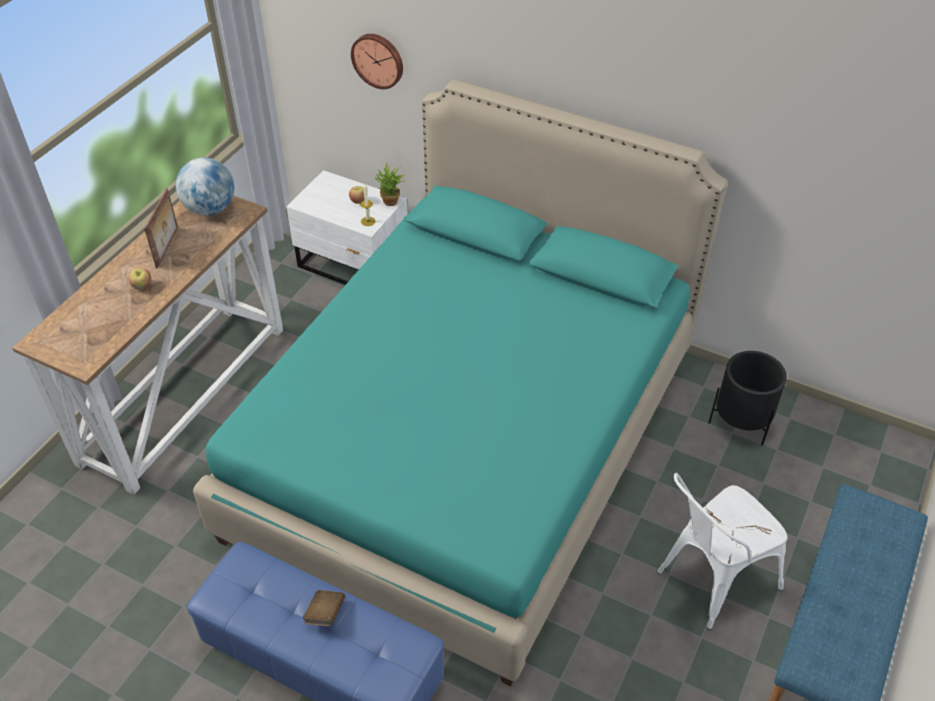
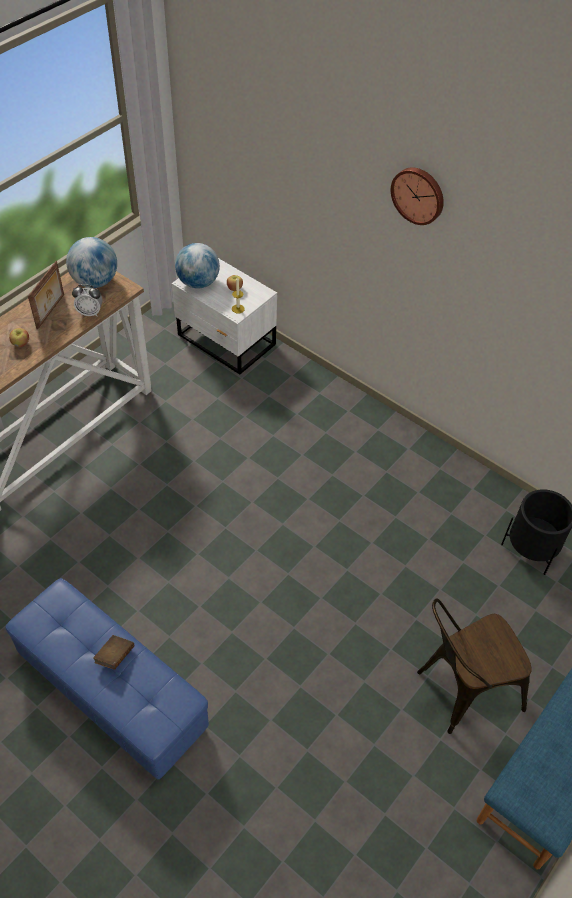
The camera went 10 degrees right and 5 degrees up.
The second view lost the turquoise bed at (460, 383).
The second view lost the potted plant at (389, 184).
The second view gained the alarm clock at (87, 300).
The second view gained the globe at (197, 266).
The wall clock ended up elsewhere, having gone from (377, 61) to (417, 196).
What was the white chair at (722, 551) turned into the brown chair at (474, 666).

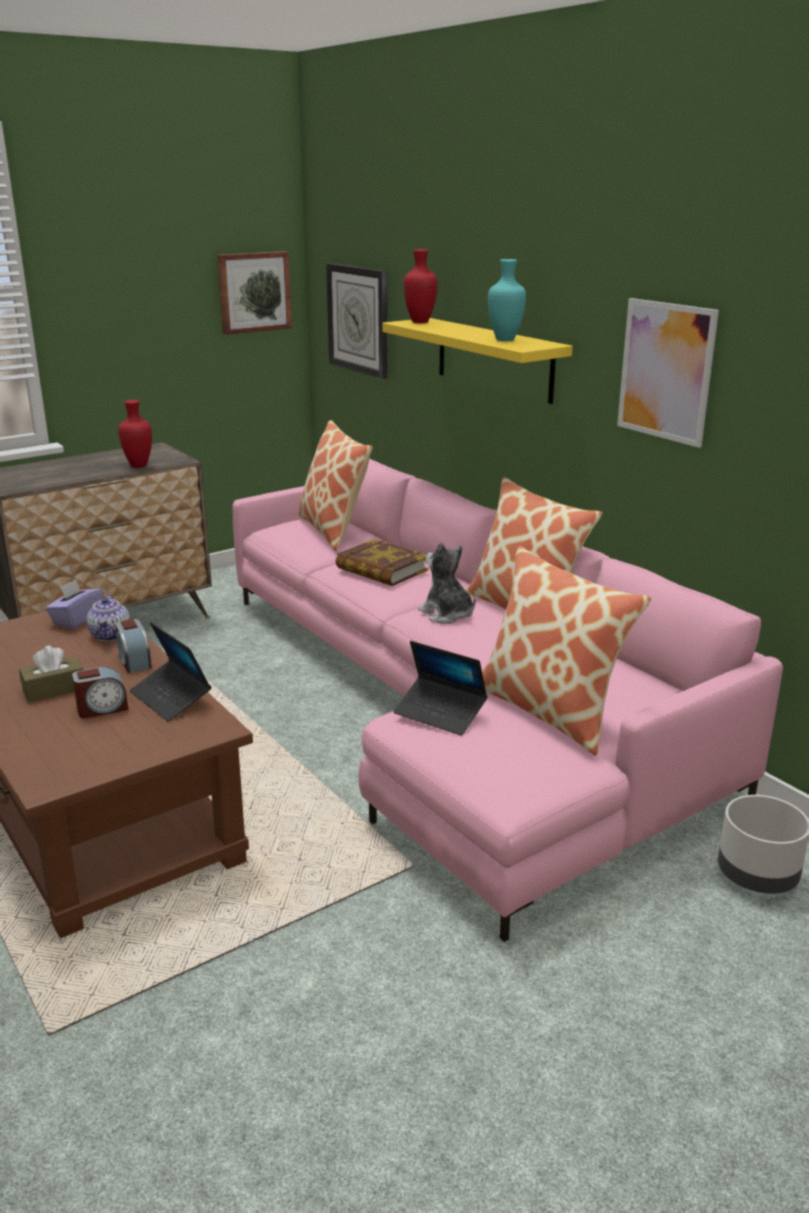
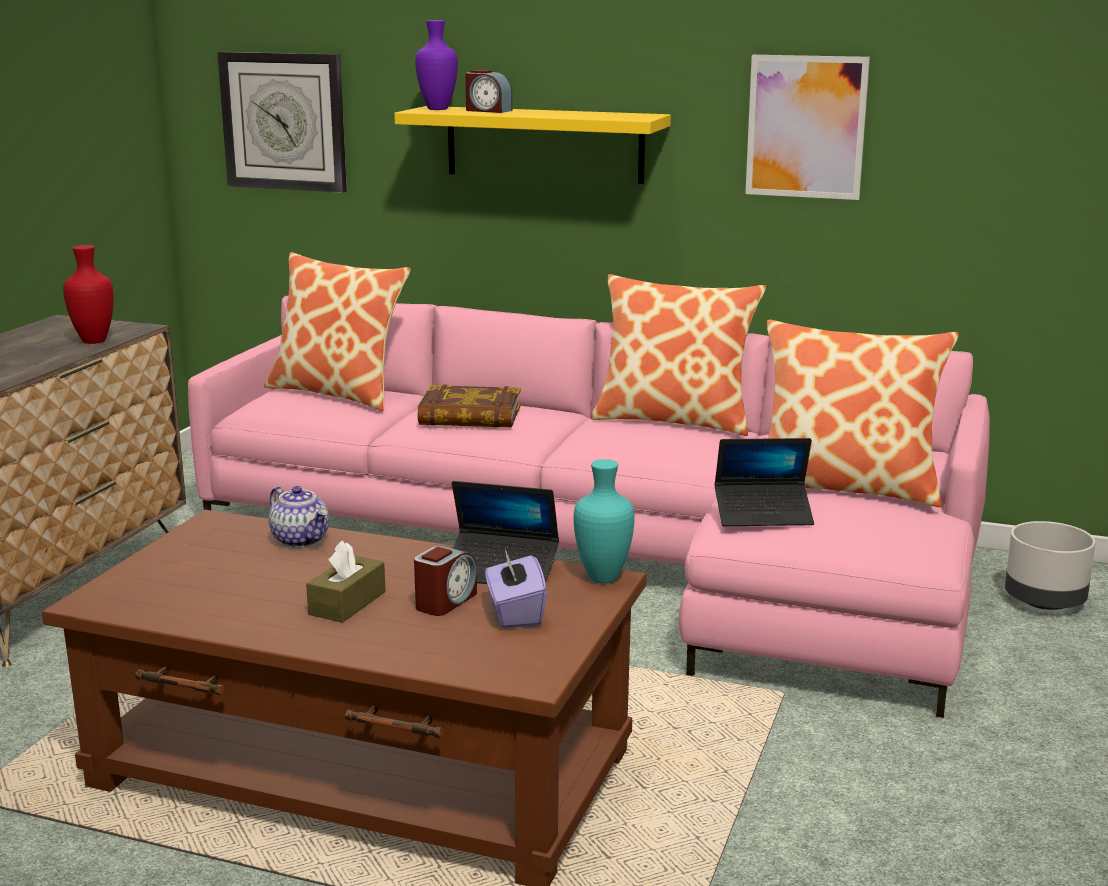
The camera went 35 degrees left and 5 degrees down.
The second view lost the picture at (254, 293).
The second view lost the plush toy at (447, 583).
The purple tissue box ended up elsewhere, having gone from (74, 604) to (516, 588).
The alarm clock ended up elsewhere, having gone from (133, 646) to (488, 91).
The turquoise vase ended up elsewhere, having gone from (507, 300) to (604, 521).
What was the red vase at (420, 286) turned into the purple vase at (436, 65).

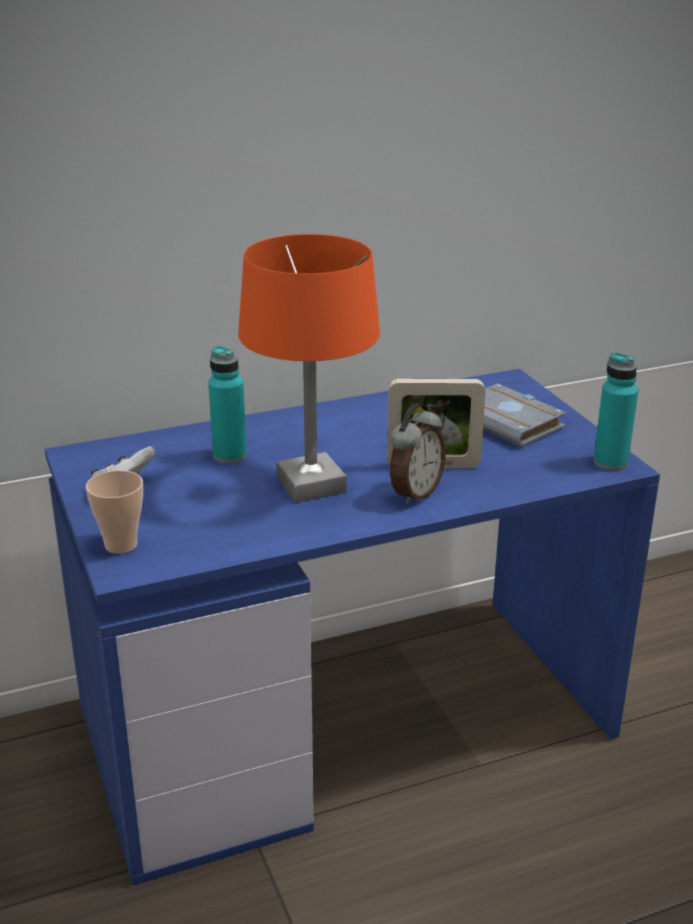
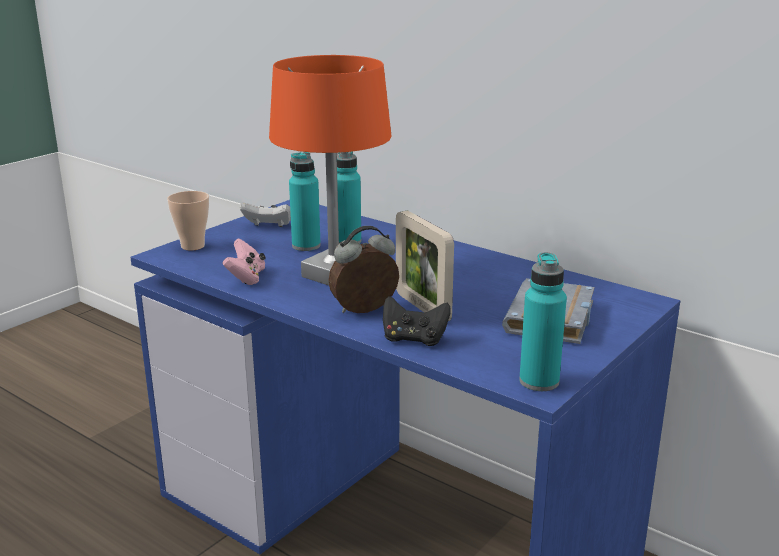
The camera went 60 degrees right and 5 degrees down.
The second view gained the pink game controller at (244, 262).
The second view gained the turquoise bottle at (305, 201).
The second view gained the black game controller at (417, 321).
The alarm clock at (418, 454) ended up facing another way, 150 degrees clockwise from before.

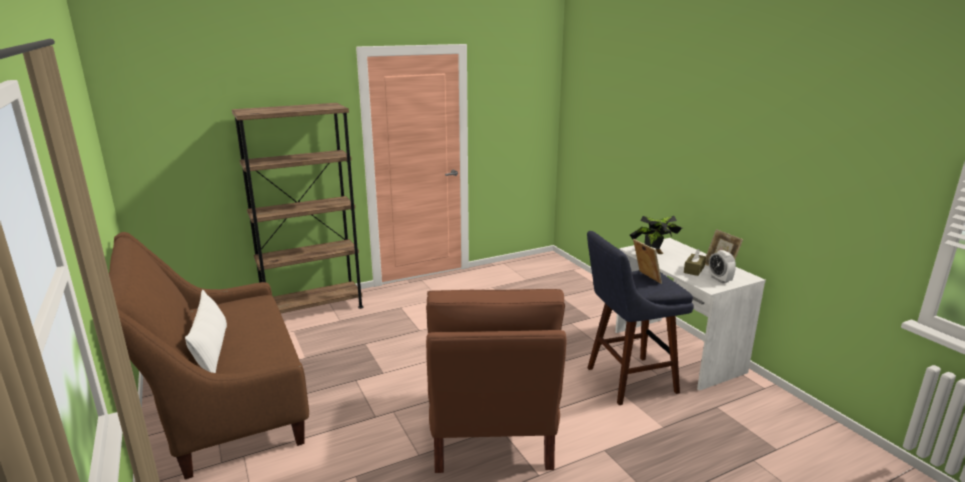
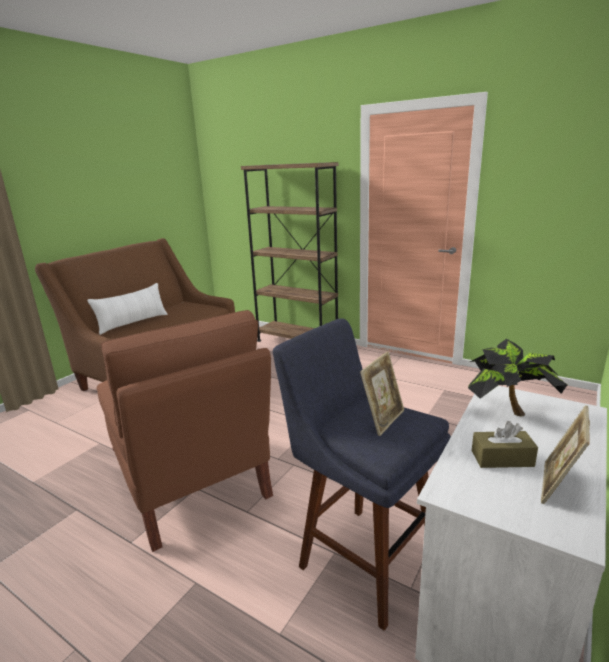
The camera went 60 degrees right and 0 degrees up.
The second view lost the alarm clock at (722, 266).
The brown armchair at (496, 381) ended up facing another way, 90 degrees counterclockwise from before.

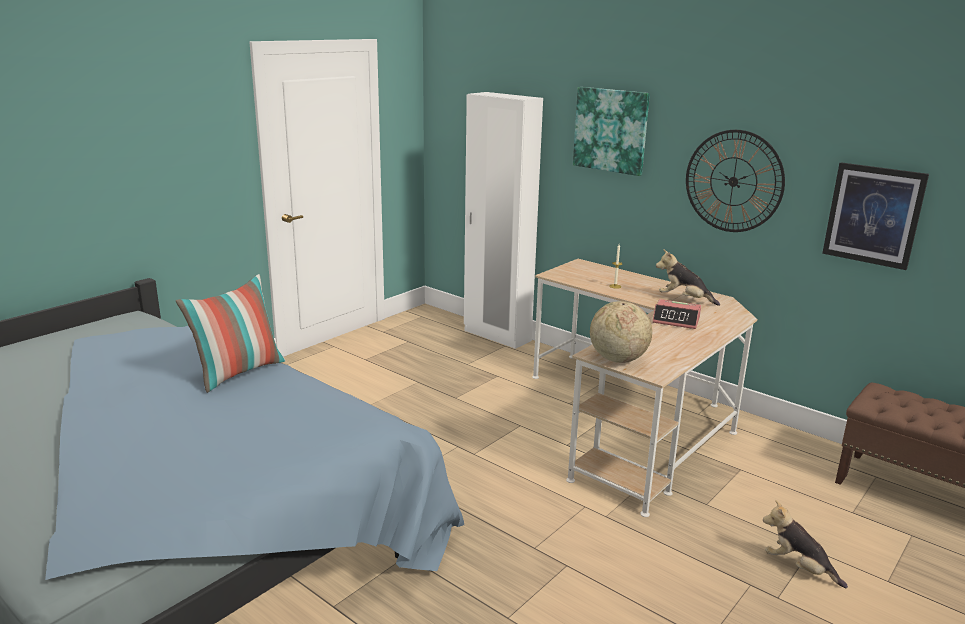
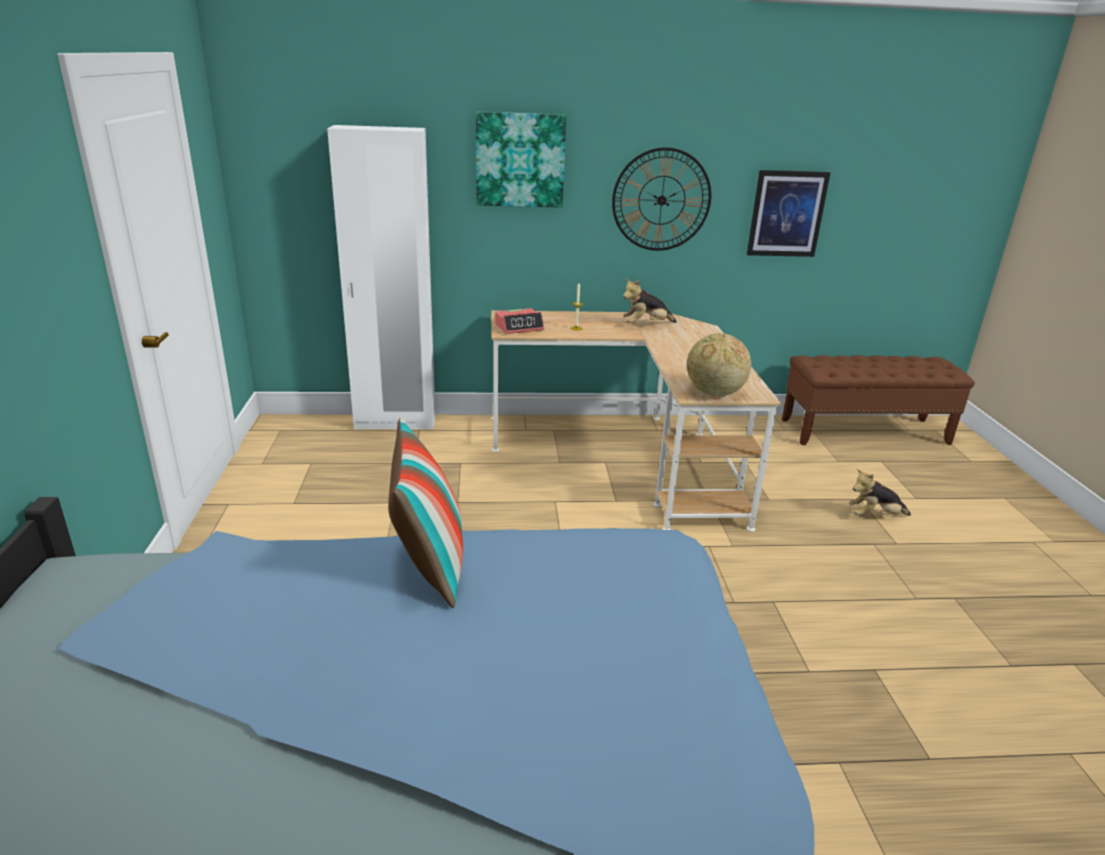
The camera went 45 degrees left and 5 degrees up.
The alarm clock ended up elsewhere, having gone from (676, 314) to (519, 321).

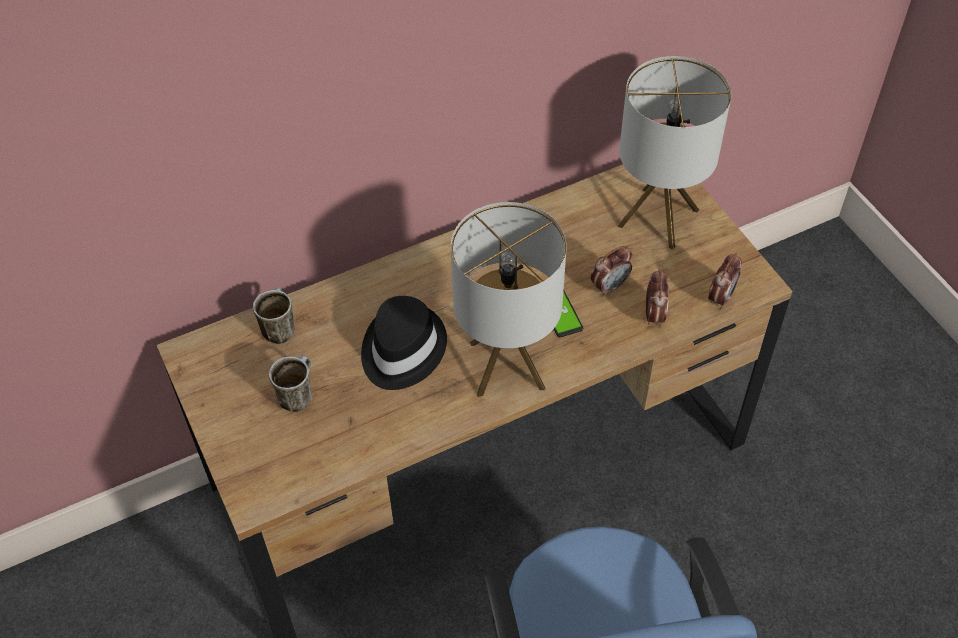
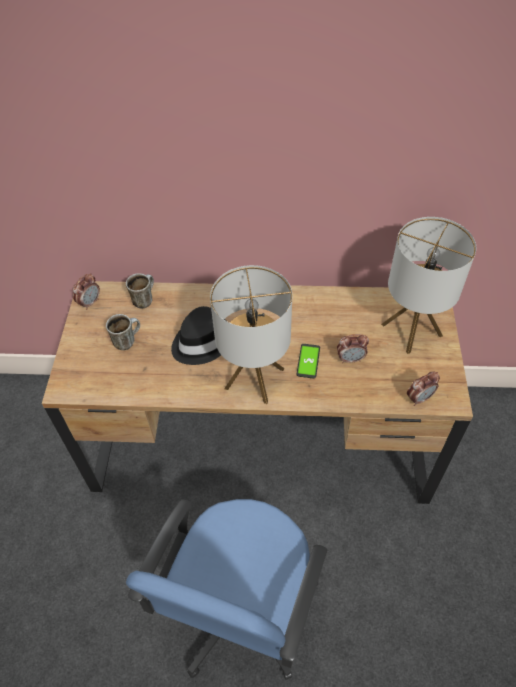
The camera went 30 degrees right and 0 degrees up.
The alarm clock ended up elsewhere, having gone from (657, 298) to (86, 291).

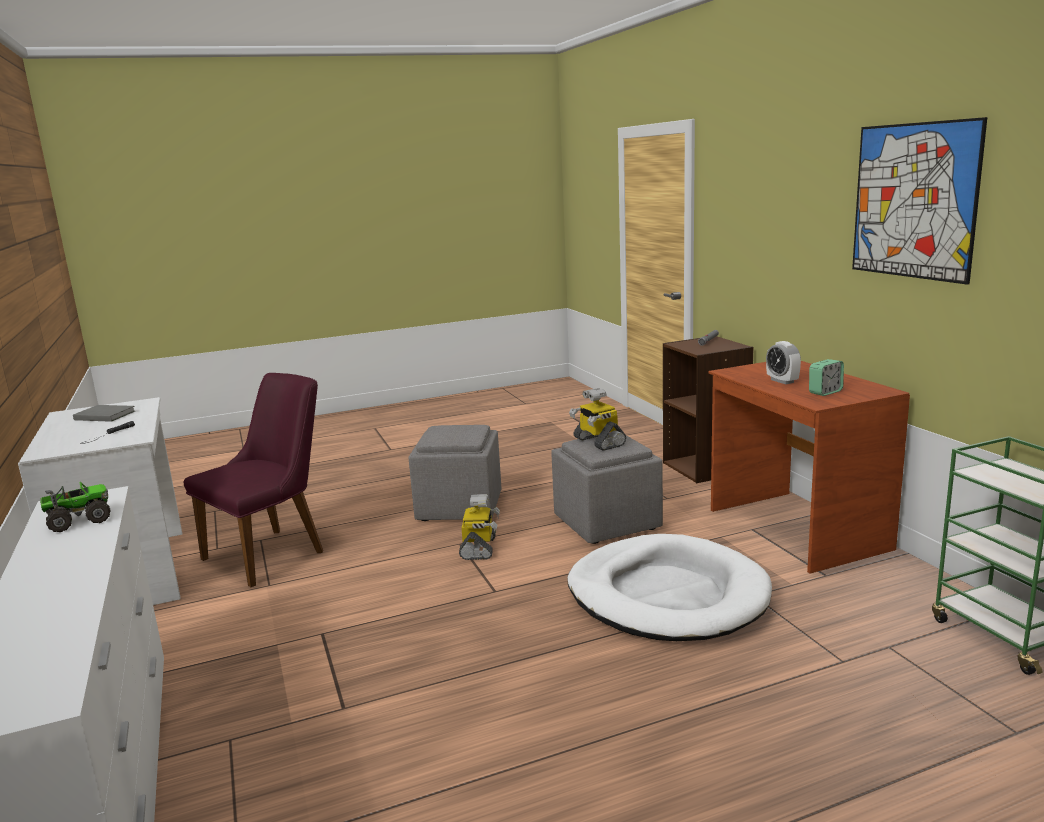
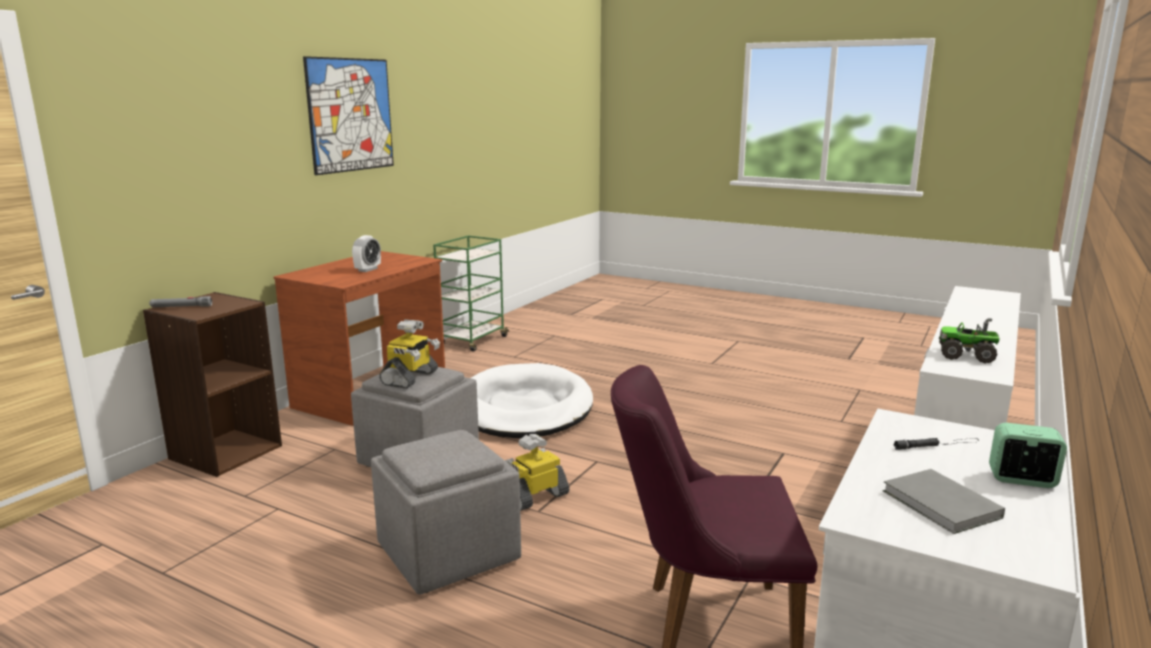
The camera went 130 degrees left and 0 degrees up.
The alarm clock ended up elsewhere, having gone from (826, 377) to (1028, 455).

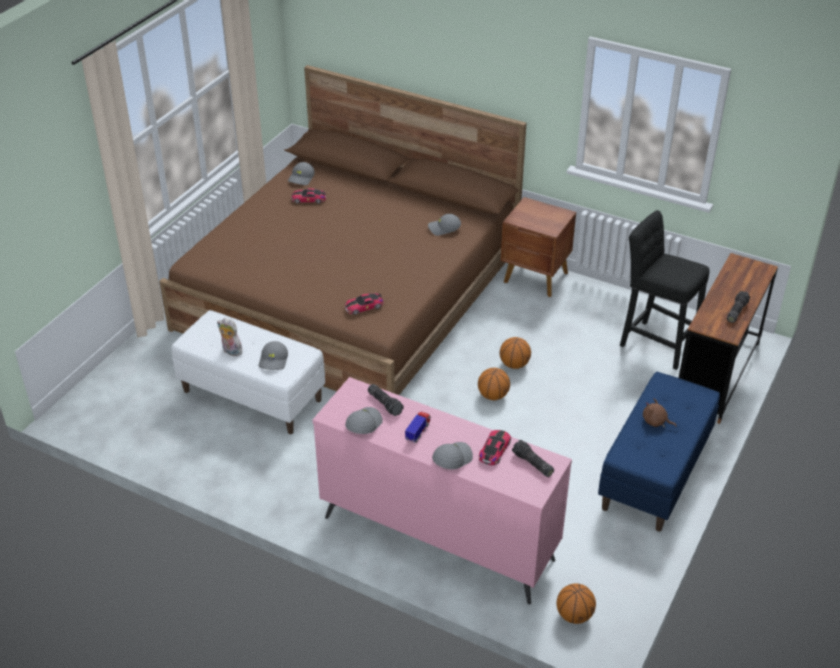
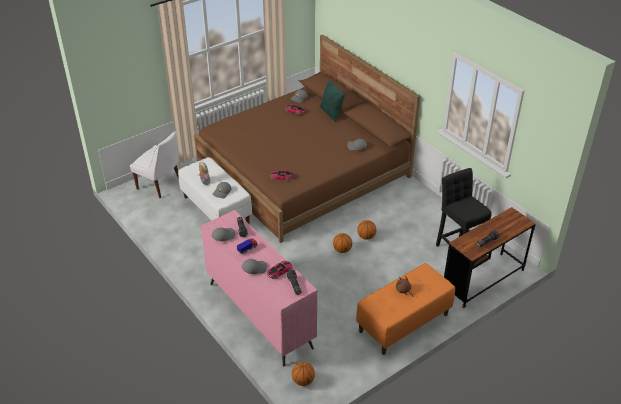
The camera went 25 degrees right and 0 degrees up.
The second view lost the brown nightstand at (538, 247).
The second view gained the white chair at (154, 165).
The second view gained the green pillow at (332, 100).
What was the blue bench at (659, 451) turned into the orange bench at (405, 309).

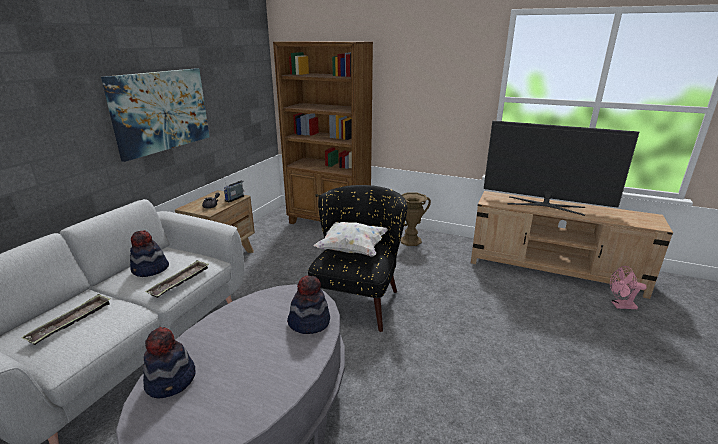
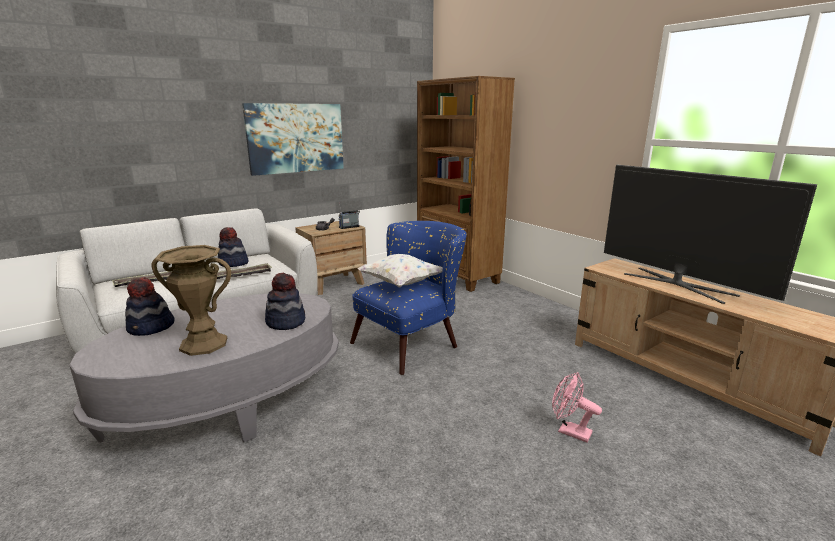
The camera went 30 degrees right and 5 degrees down.
The brown vase ended up elsewhere, having gone from (415, 219) to (191, 300).
The pink fan ended up elsewhere, having gone from (628, 287) to (577, 407).
What was the black armchair at (357, 258) turned into the blue armchair at (408, 298).

